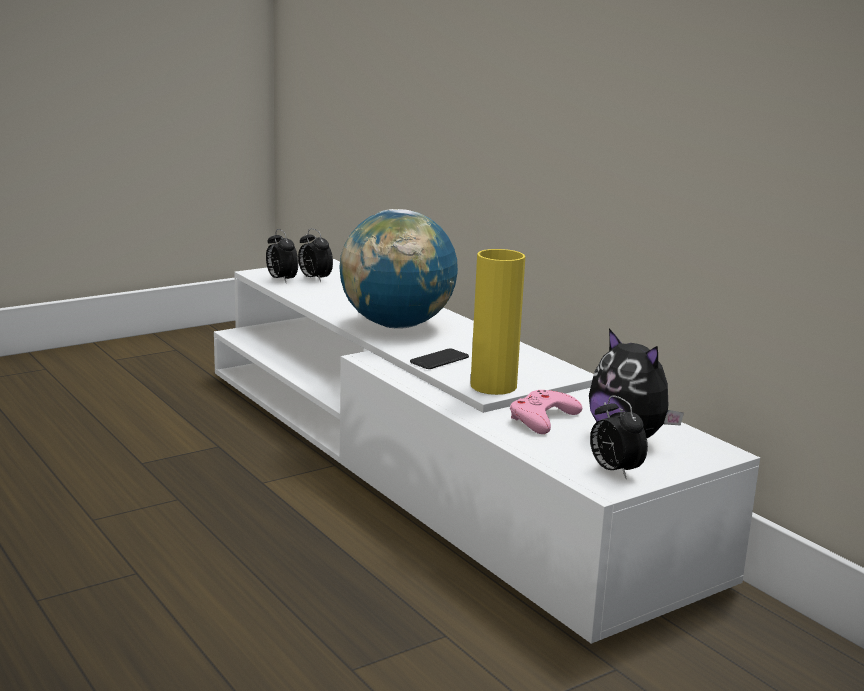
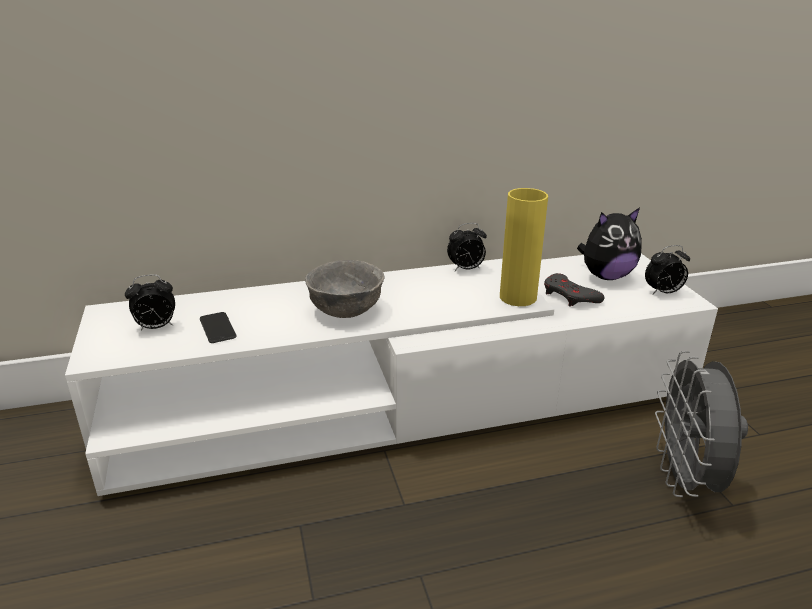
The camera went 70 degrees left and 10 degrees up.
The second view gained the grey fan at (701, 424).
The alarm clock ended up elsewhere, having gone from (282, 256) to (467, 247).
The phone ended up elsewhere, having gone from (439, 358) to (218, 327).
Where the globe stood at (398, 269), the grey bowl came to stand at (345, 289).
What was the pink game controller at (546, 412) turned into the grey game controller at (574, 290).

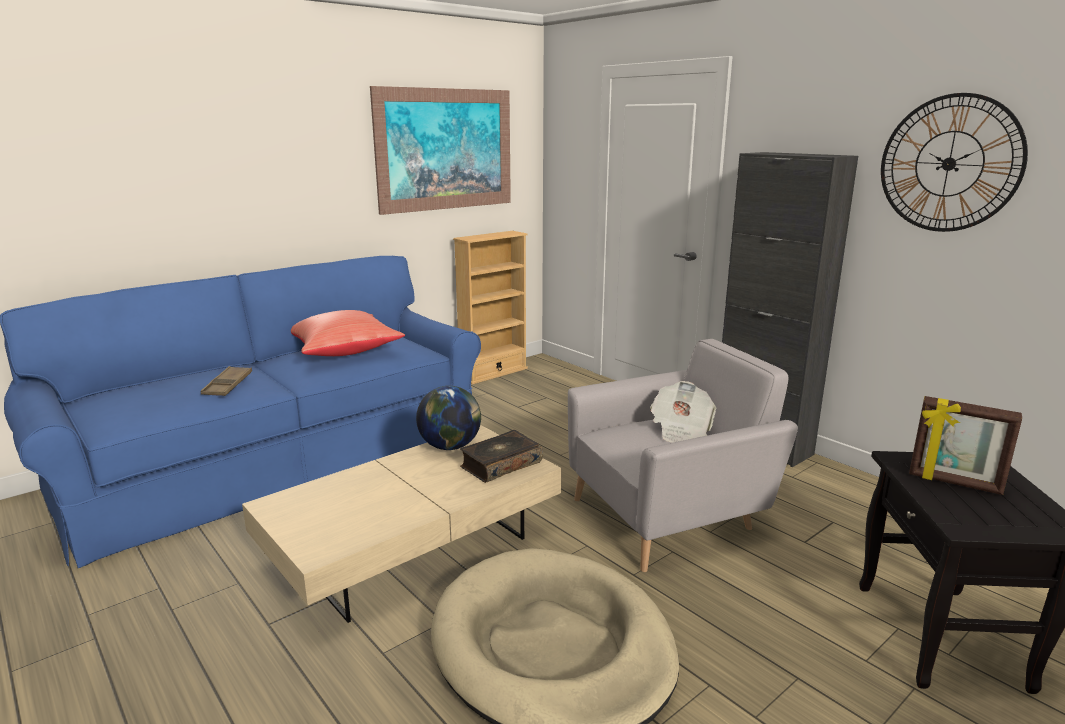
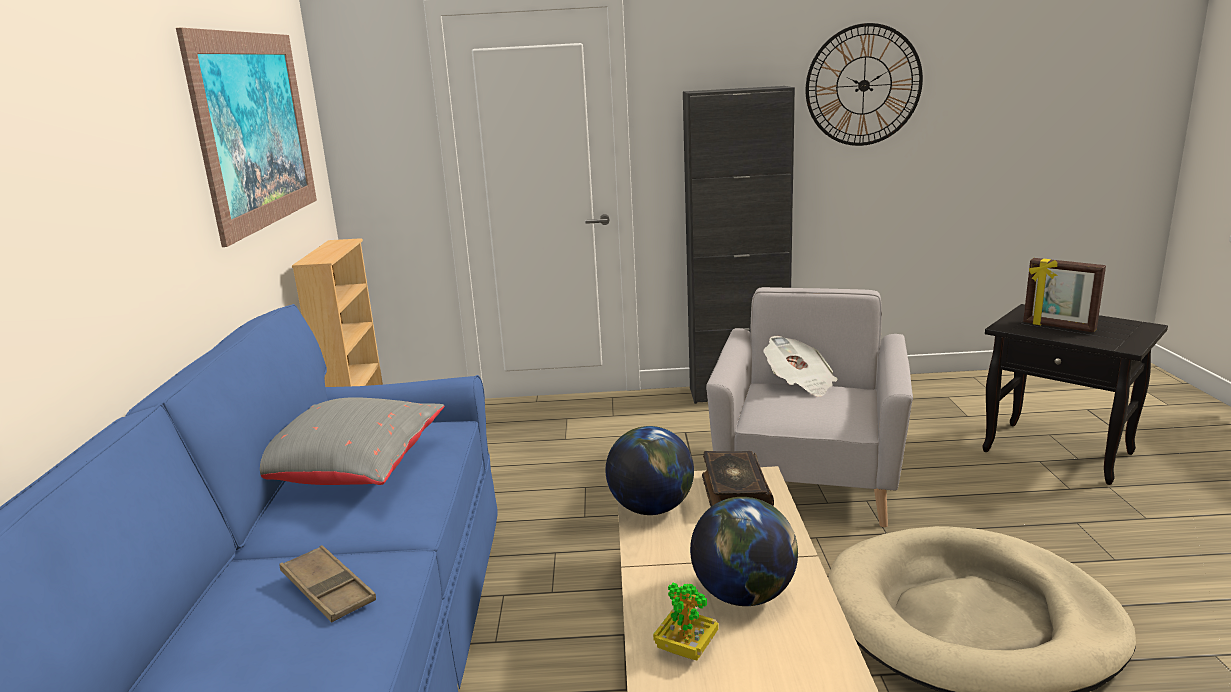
The camera went 50 degrees left and 0 degrees up.
The second view gained the potted plant at (686, 621).
The second view gained the globe at (744, 551).
What was the red pillow at (348, 333) turned into the grey pillow at (352, 441).
The picture frame at (965, 445) ended up facing another way, 60 degrees clockwise from before.

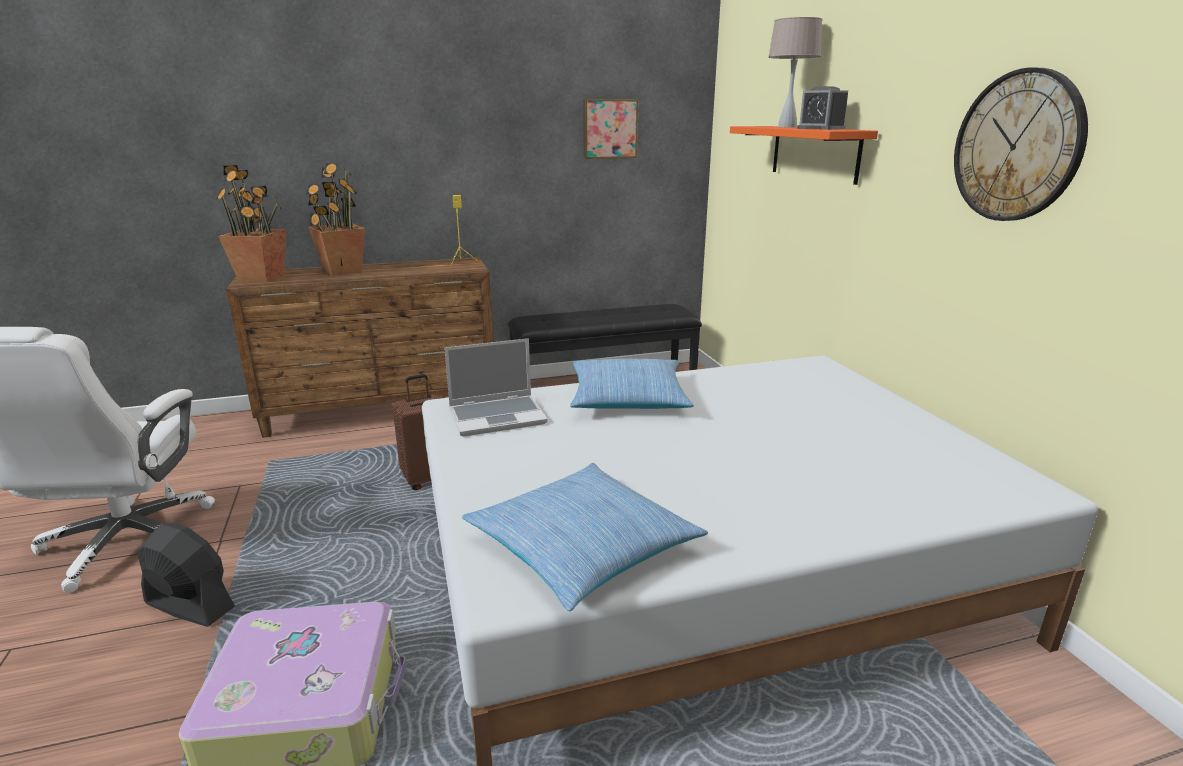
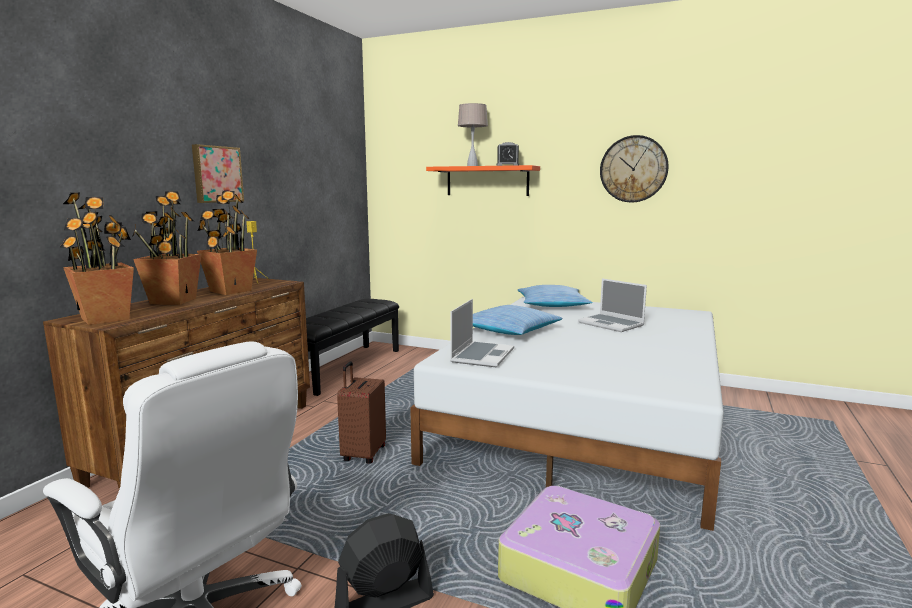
The camera went 50 degrees left and 10 degrees down.
The second view gained the potted plant at (227, 243).
The second view gained the laptop at (612, 305).
The pillow ended up elsewhere, having gone from (585, 537) to (555, 296).
The picture ended up elsewhere, having gone from (611, 129) to (218, 173).

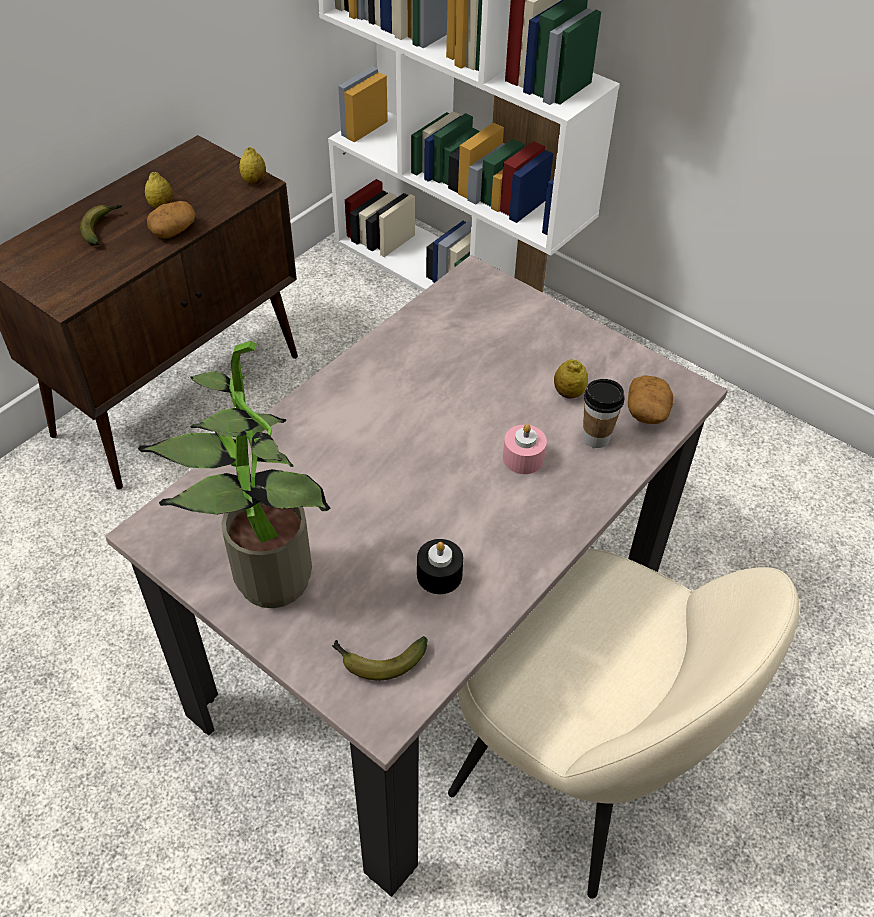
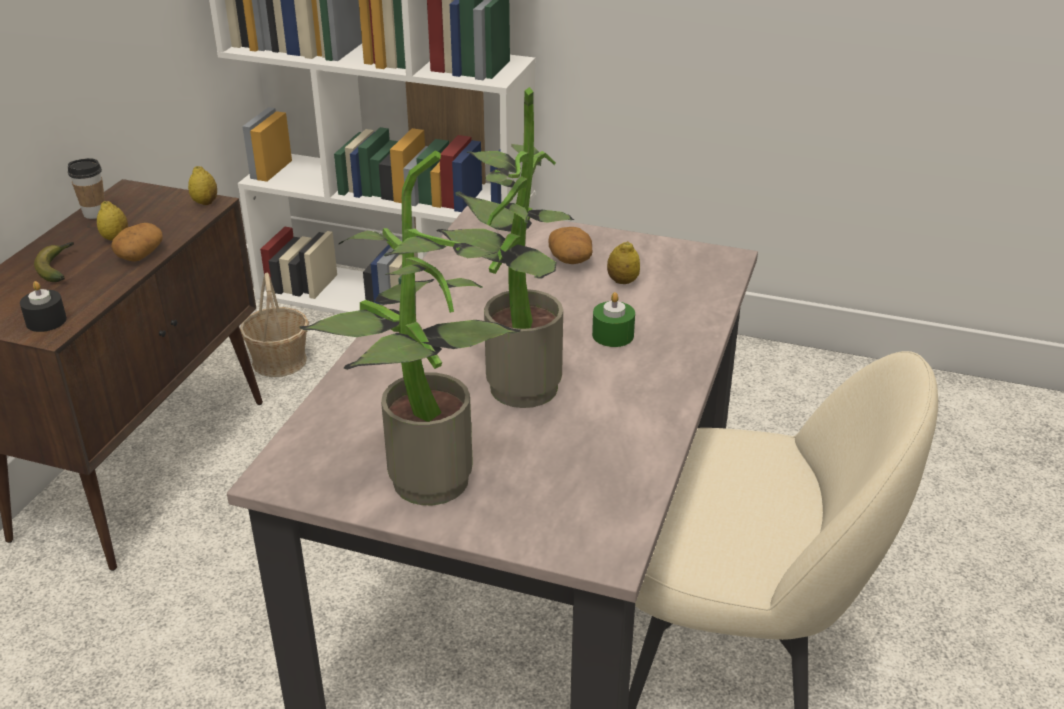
The camera went 20 degrees left and 15 degrees down.
The second view lost the banana at (380, 658).
The second view gained the basket at (274, 324).
The second view gained the potted plant at (505, 247).
The black candle ended up elsewhere, having gone from (440, 566) to (43, 306).
The cup ended up elsewhere, having gone from (603, 413) to (86, 188).
The potato ended up elsewhere, having gone from (651, 399) to (570, 245).
What was the pink candle at (525, 449) turned into the green candle at (613, 319).

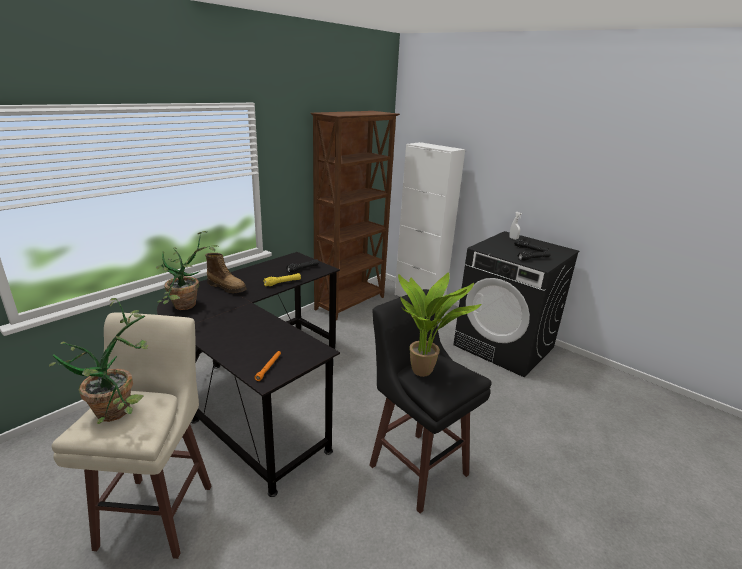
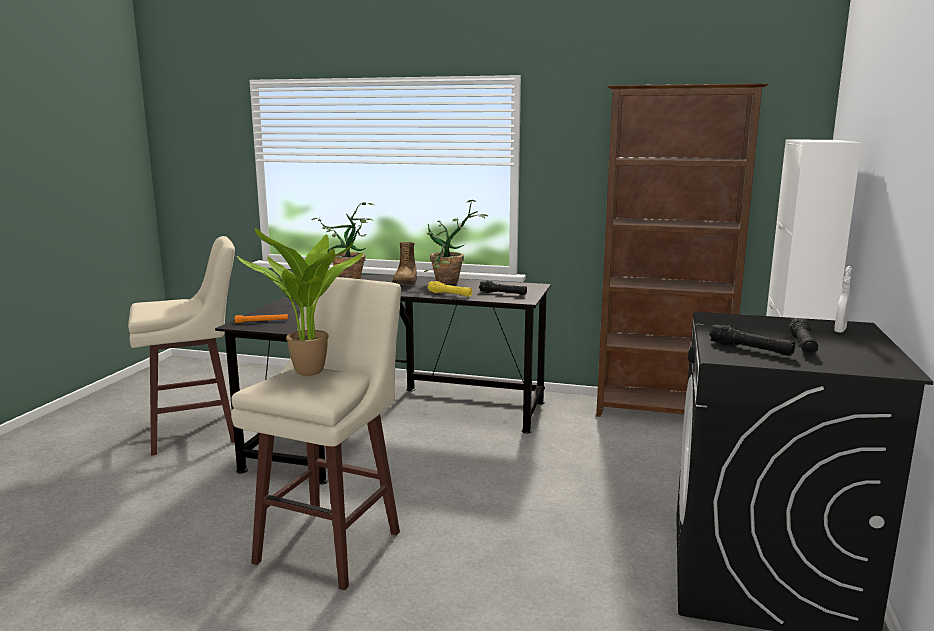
The camera went 65 degrees right and 10 degrees down.
The potted plant ended up elsewhere, having gone from (99, 361) to (456, 242).
What was the black stool at (430, 401) turned into the beige stool at (316, 434).

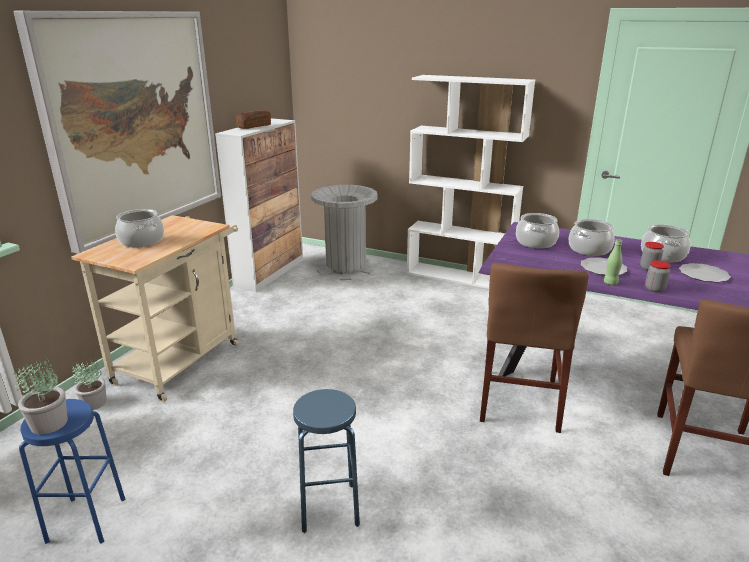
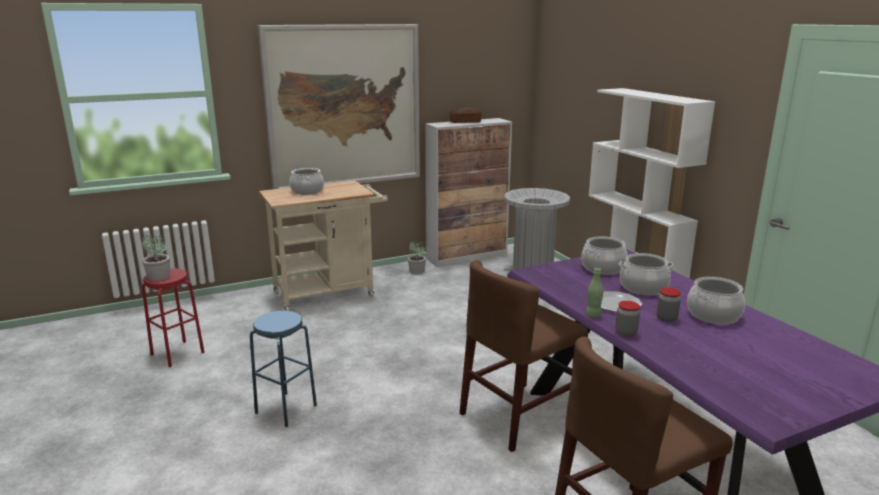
The camera went 40 degrees right and 5 degrees down.
The second view lost the plate at (705, 272).
The potted plant ended up elsewhere, having gone from (89, 384) to (417, 257).
What was the blue stool at (72, 471) turned into the red stool at (173, 317).

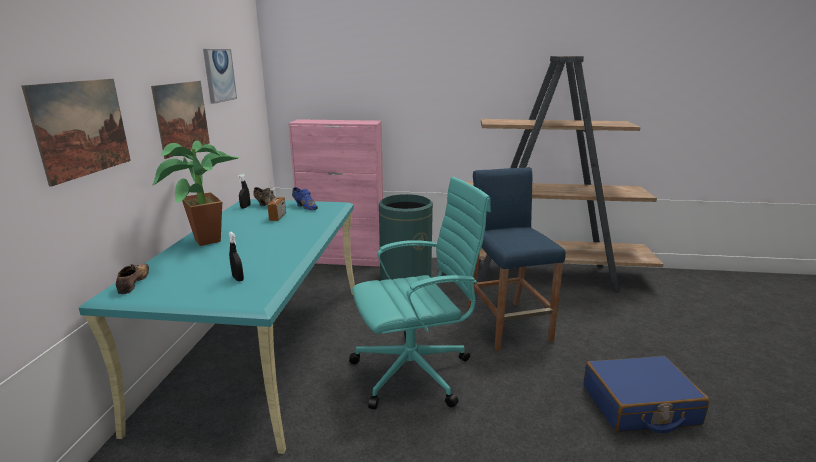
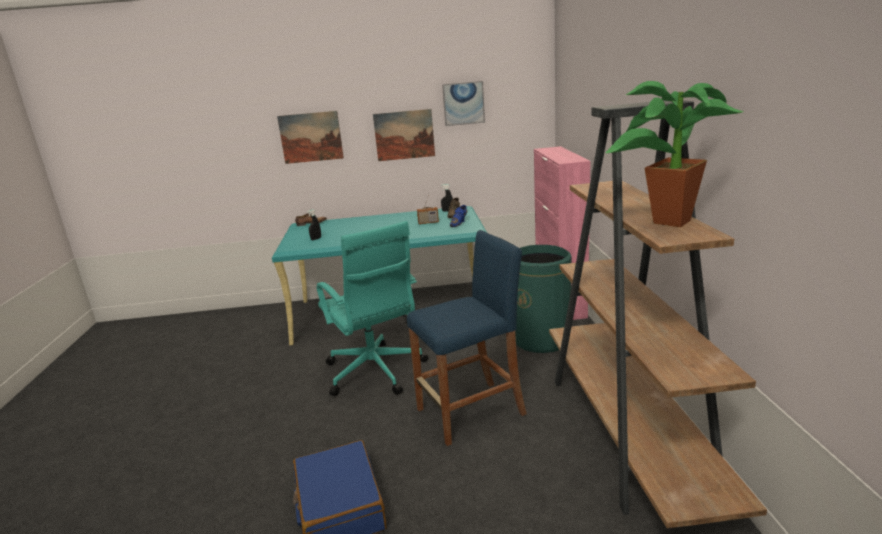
The camera went 80 degrees right and 0 degrees up.
The potted plant ended up elsewhere, having gone from (196, 193) to (675, 154).

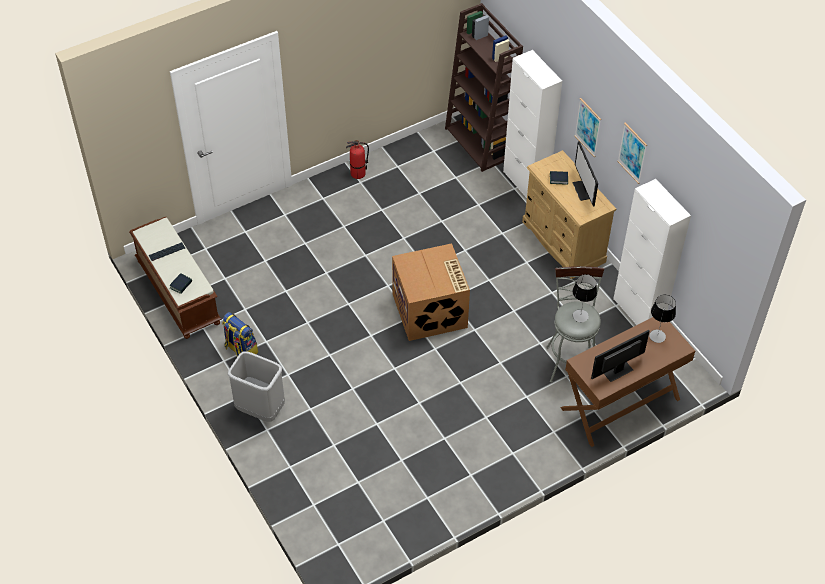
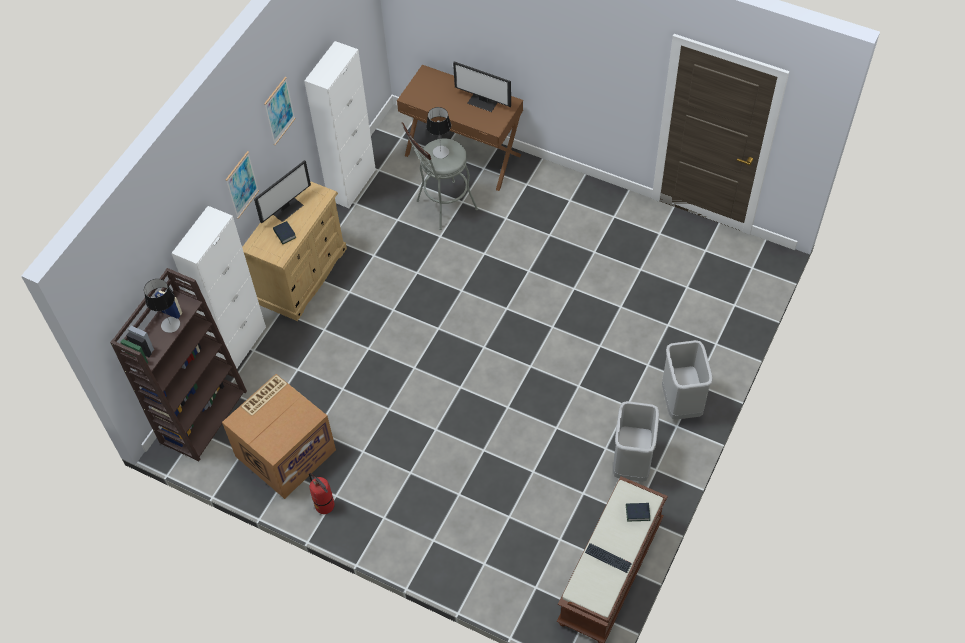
The camera went 120 degrees left and 5 degrees up.
The cardboard box ended up elsewhere, having gone from (431, 292) to (279, 436).
The table lamp ended up elsewhere, having gone from (662, 319) to (162, 306).
Where the backpack stood at (240, 334), the grey trash can came to stand at (636, 441).

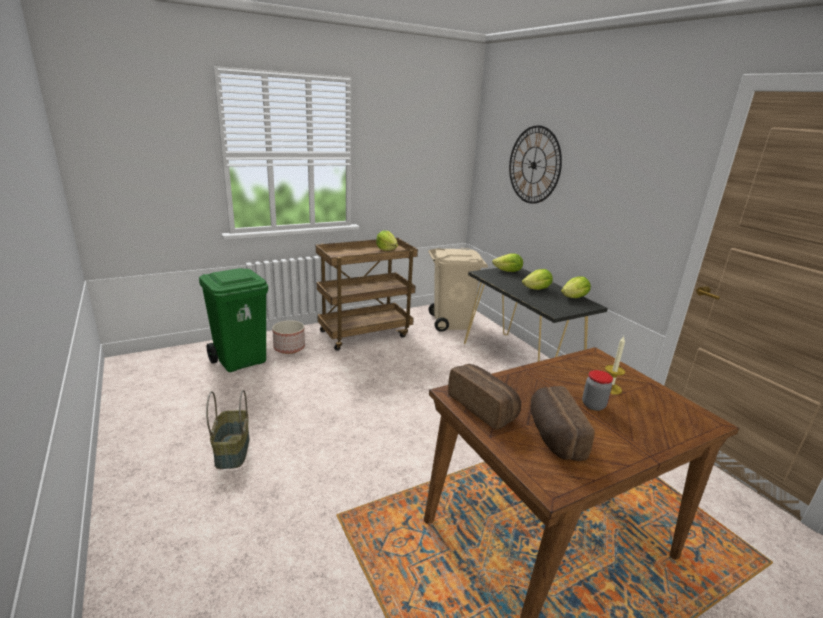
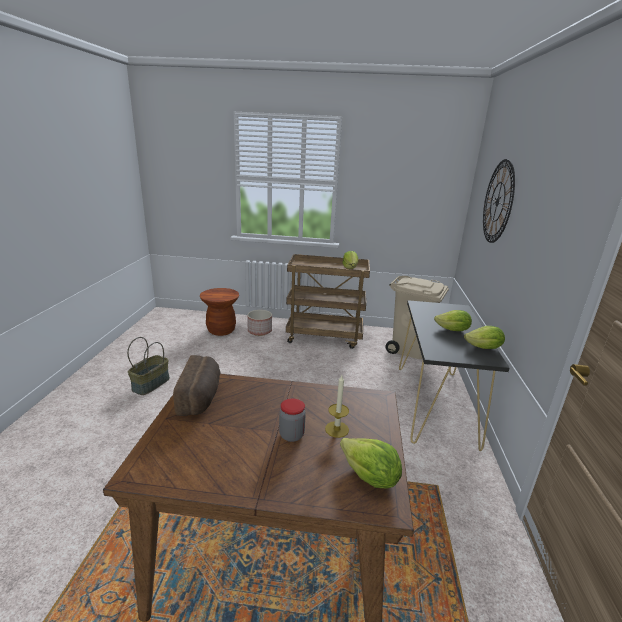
The camera went 35 degrees right and 0 degrees up.
The second view lost the bread at (563, 423).
The lettuce ended up elsewhere, having gone from (507, 263) to (371, 463).
Where the green trash can stood at (233, 320), the brown stool came to stand at (219, 312).

